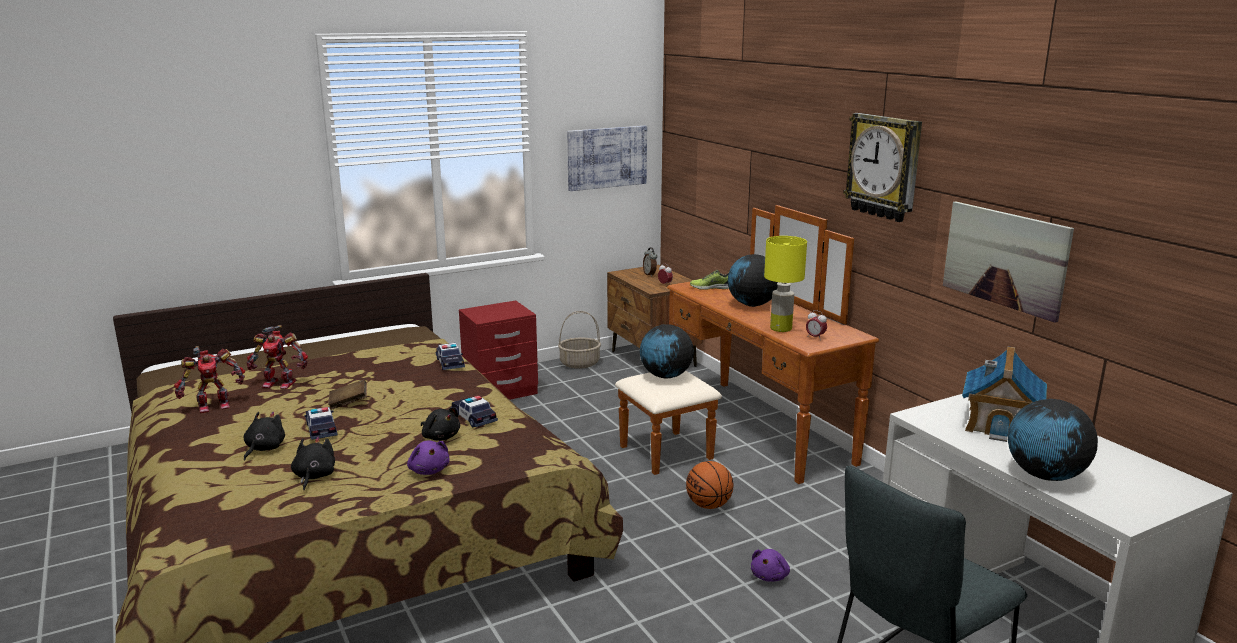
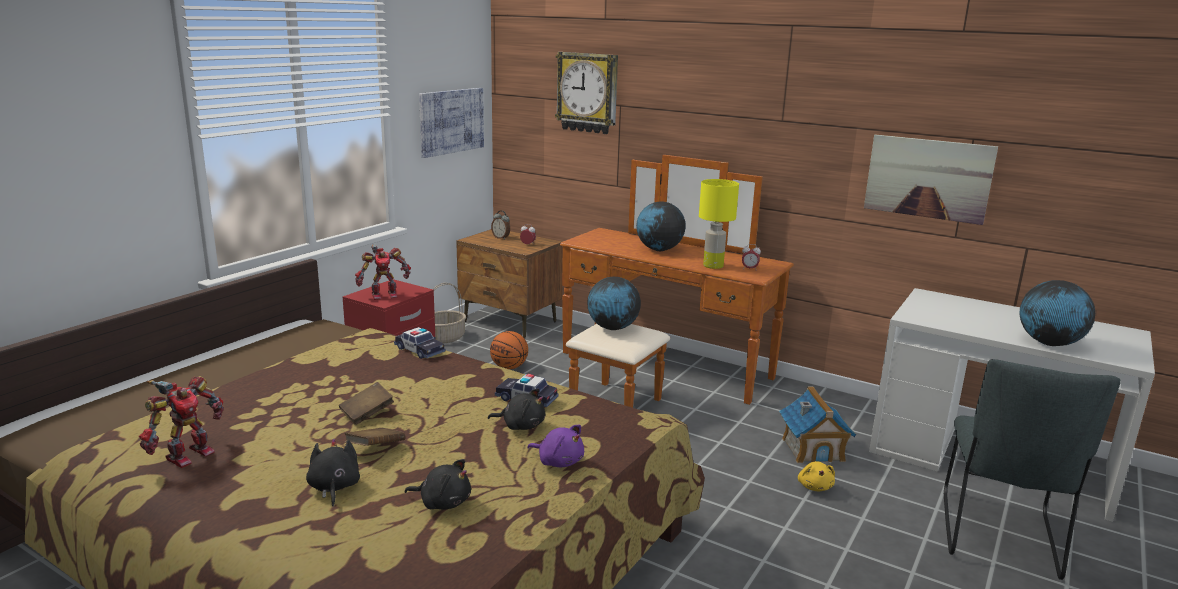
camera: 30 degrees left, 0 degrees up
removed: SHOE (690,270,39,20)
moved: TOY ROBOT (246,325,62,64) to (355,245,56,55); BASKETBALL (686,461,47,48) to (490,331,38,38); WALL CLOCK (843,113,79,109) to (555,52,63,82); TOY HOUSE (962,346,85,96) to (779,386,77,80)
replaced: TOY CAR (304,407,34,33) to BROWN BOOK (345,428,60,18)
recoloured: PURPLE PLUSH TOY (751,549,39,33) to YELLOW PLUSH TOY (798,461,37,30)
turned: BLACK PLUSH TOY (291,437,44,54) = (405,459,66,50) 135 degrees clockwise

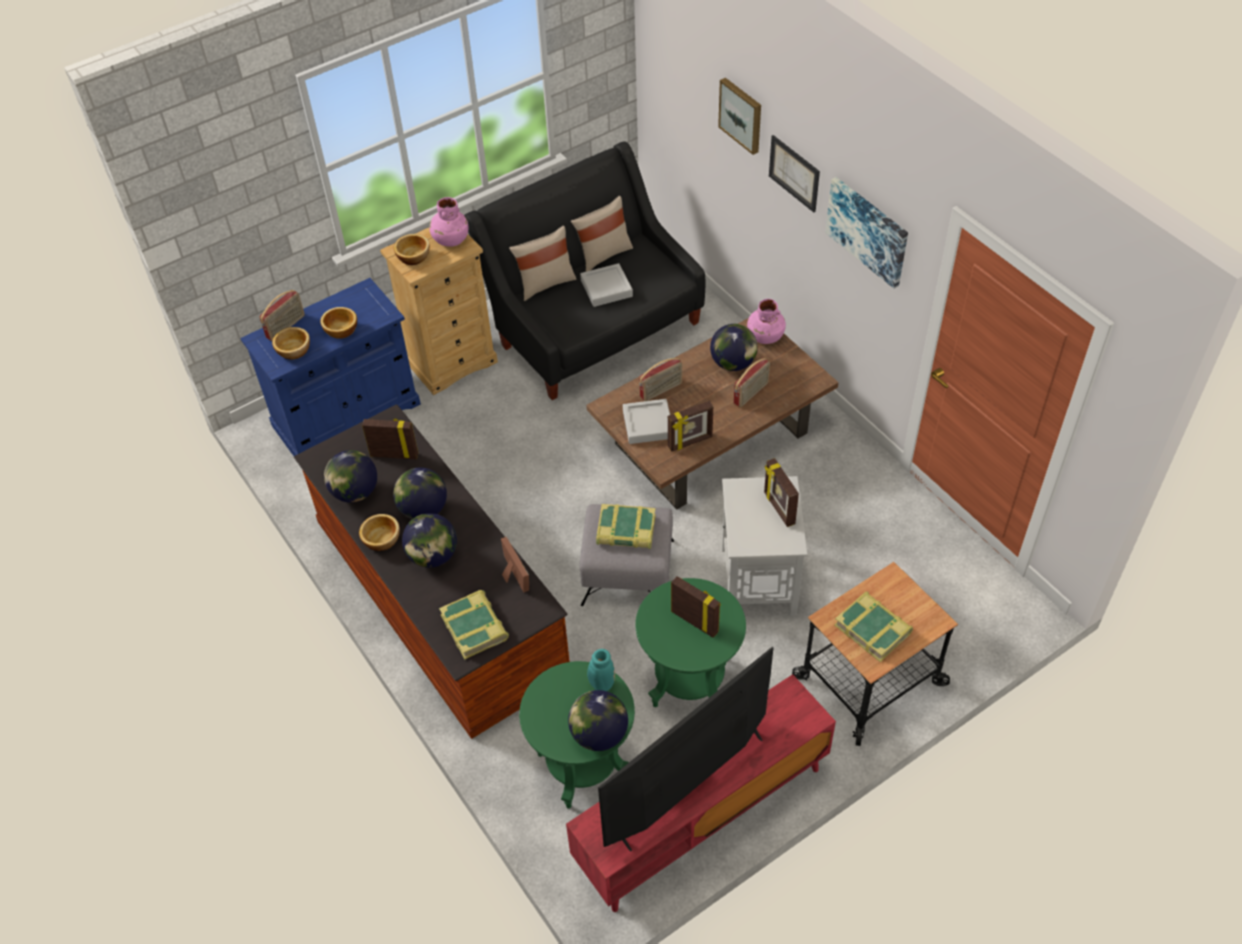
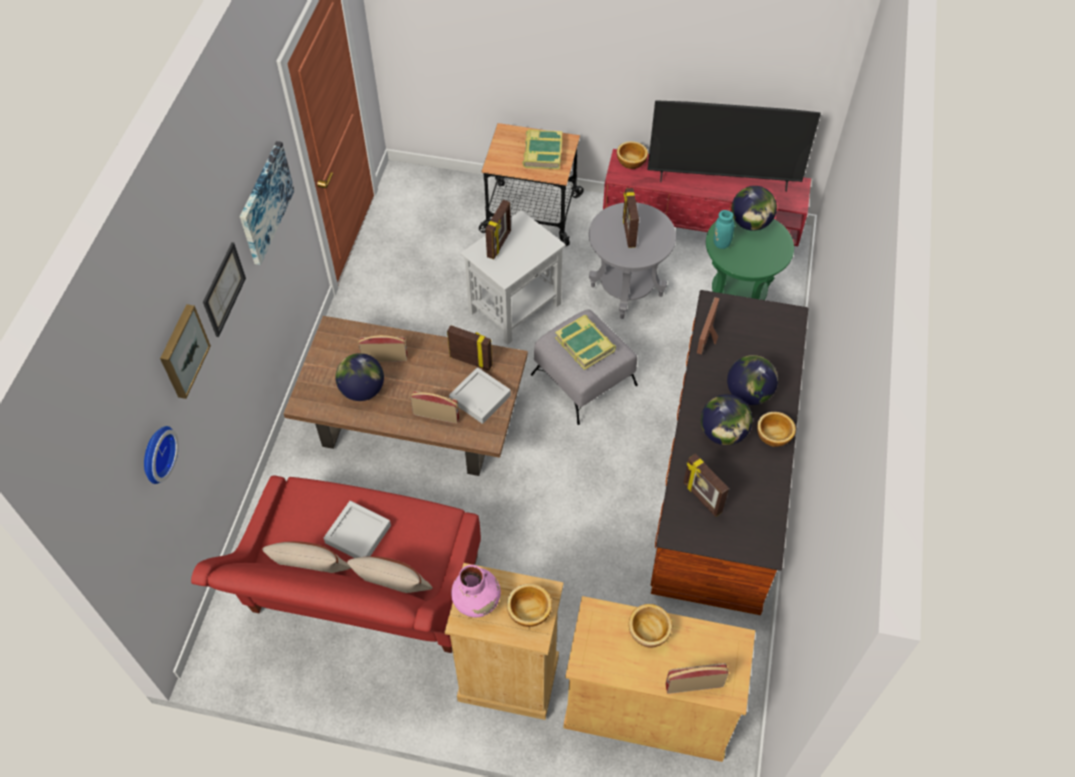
camera: 135 degrees left, 5 degrees up
removed: GLOBE (324,450,53,53); BOOK (439,590,70,70); PINK VASE (747,299,39,45)
added: WALL CLOCK (144,426,35,58)
moved: BOWL (272,327,38,32) to (617,141,31,28)
recoloured: BLACK SOFA (464,141,241,259) to RED SOFA (191,475,290,178); BLUE CABINET (240,278,181,178) to BEIGE CABINET (563,596,192,166); GREEN SIDE TABLE (635,578,111,129) to GREY SIDE TABLE (589,203,87,116)

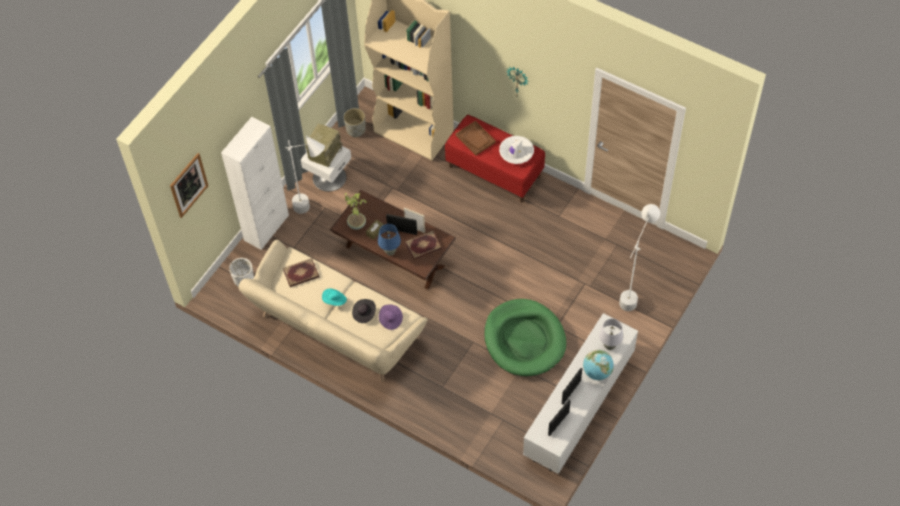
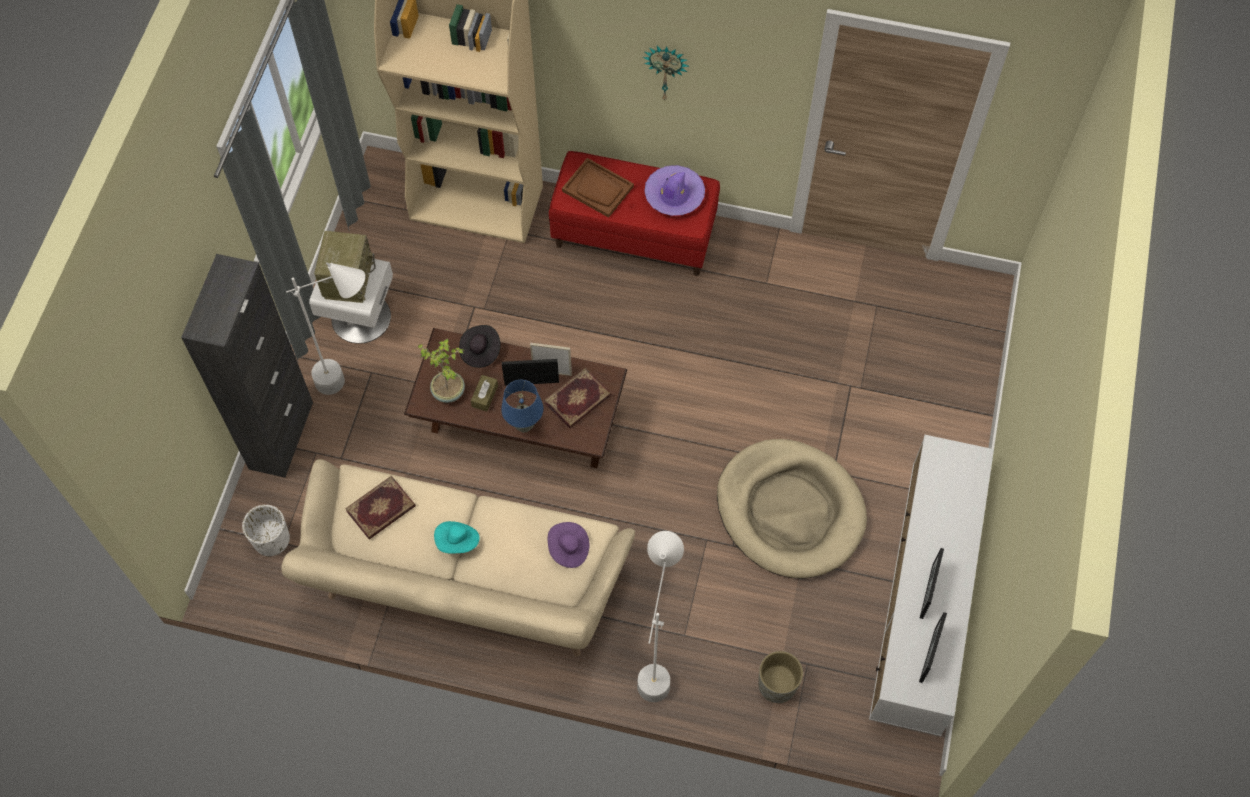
camera: 20 degrees left, 5 degrees up
removed: PICTURE (170,153,38,65); GLOBE (583,350,31,30); GREY TABLE LAMP (599,319,24,31)
moved: BLACK HAT (352,299,24,24) to (459,325,41,43); WHITE FLOOR LAMP (619,204,41,107) to (637,531,47,171); GREY PLANTER (344,108,21,30) to (758,651,45,52)
recoloured: WHITE CABINET (221,117,68,133) to BLACK CABINET (181,254,132,224); WHITE HAT (499,136,35,28) to PURPLE HAT (644,165,61,51); GREEN DOG BED (484,299,82,77) to BEIGE DOG BED (717,439,150,140)

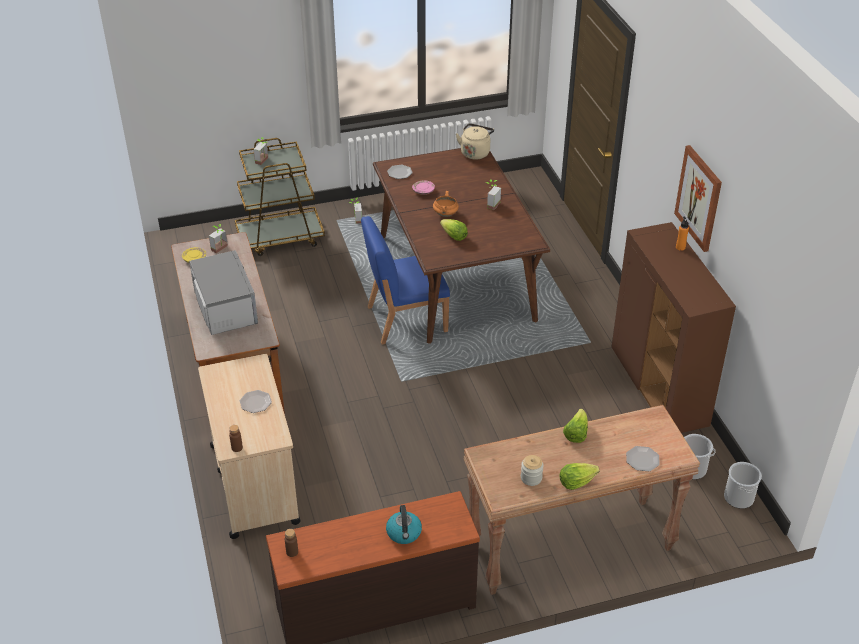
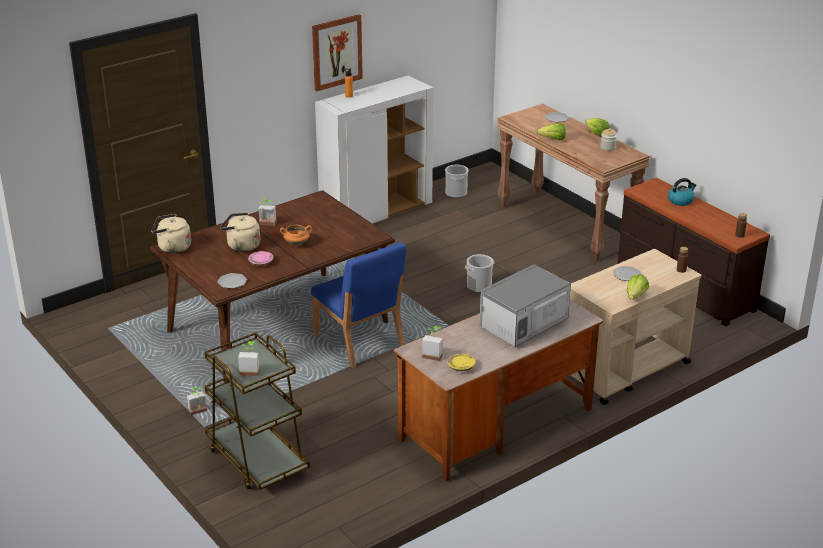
camera: 110 degrees left, 10 degrees down
added: BEIGE KETTLE (220,213,40,39)
moved: BUCKET (724,462,38,47) to (465,254,30,39); LETTUCE (440,219,28,22) to (627,274,22,26)
recoloured: BROWN CABINET (611,222,125,211) to WHITE CABINET (315,76,118,148)

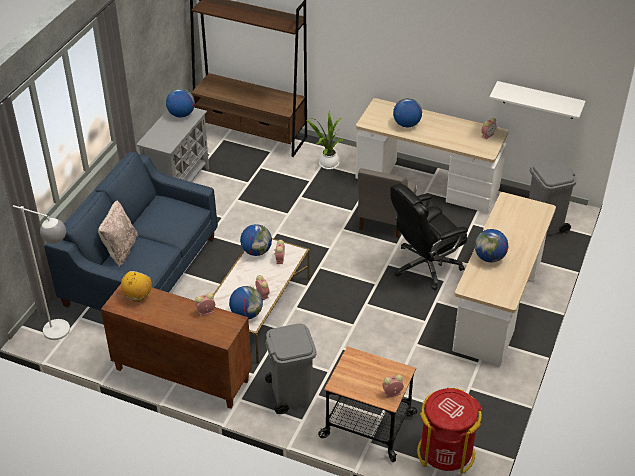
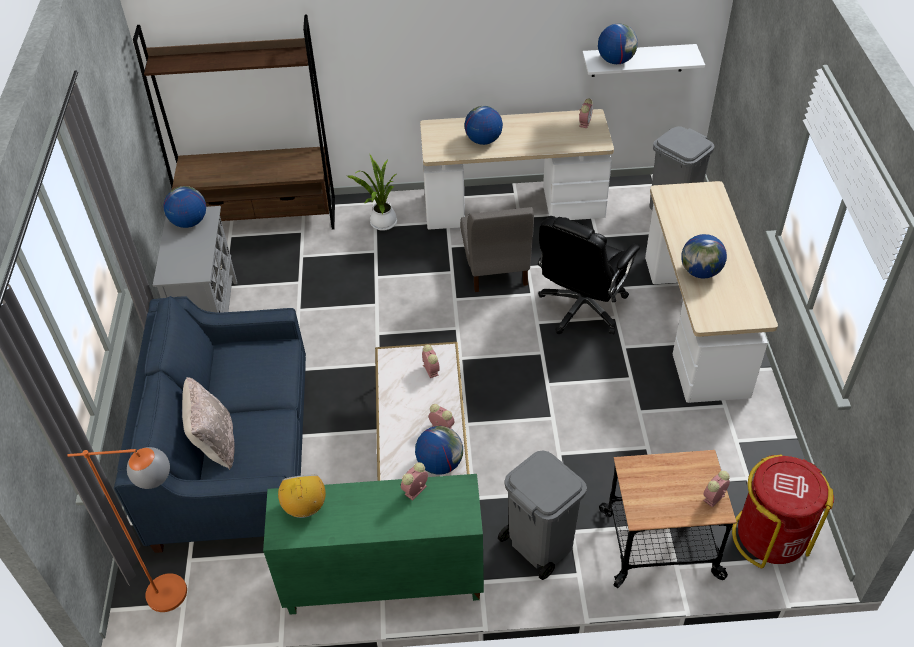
camera: 25 degrees left, 5 degrees up
moved: GLOBE (240,224,32,32) to (598,23,40,41)
recoloured: WHITE FLOOR LAMP (13,205,57,135) to ORANGE FLOOR LAMP (68,447,119,165); BROWN CABINET (101,284,151,125) to GREEN CABINET (263,474,221,141)

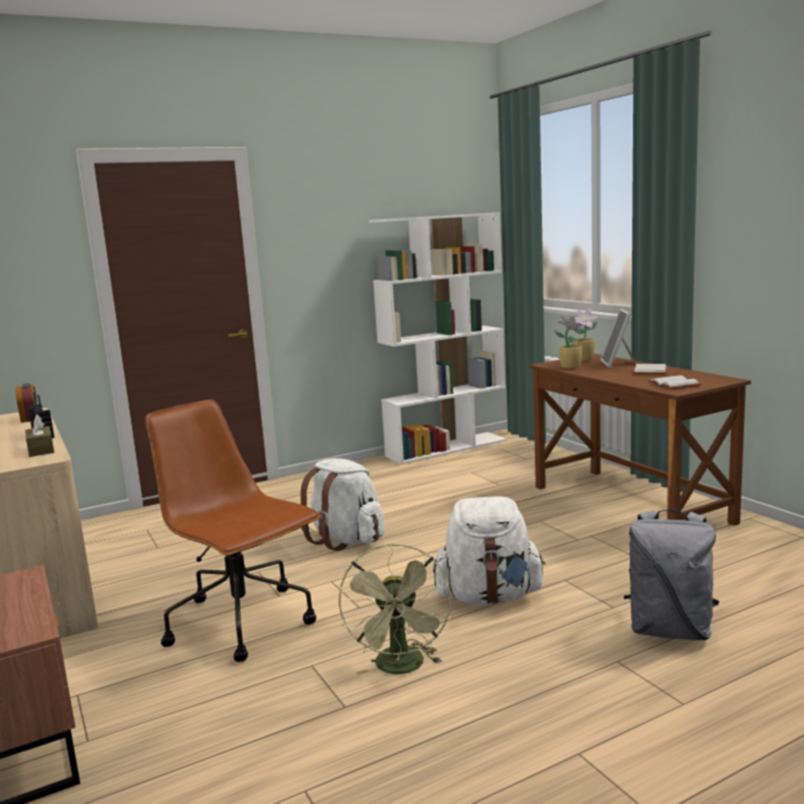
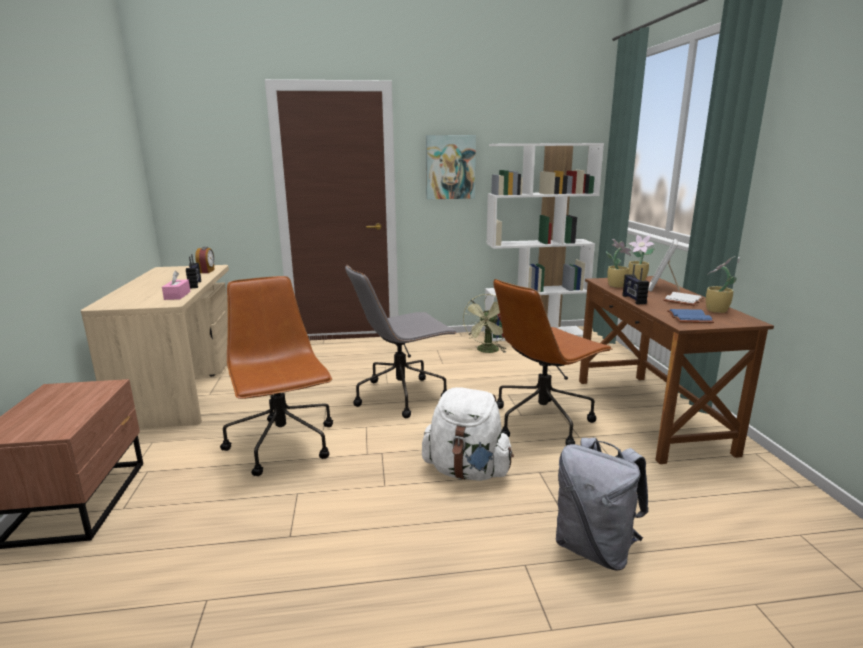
camera: 20 degrees right, 5 degrees up
added: PICTURE (426,135,50,64); BROWN OFFICE CHAIR (493,279,119,167); RADIO (623,264,26,40); POTTED PLANT (706,256,31,57)
moved: GREEN FAN (339,543,112,132) to (462,294,44,59)
replaced: WHITE BACKPACK (301,458,83,93) to GREY OFFICE CHAIR (345,265,113,153)
recoloured: BROWN TISSUE BOX (25,415,29,42) to PINK TISSUE BOX (162,271,29,29); WHITE BOOK (648,375,53,14) to BLUE BOOK (667,309,47,14)

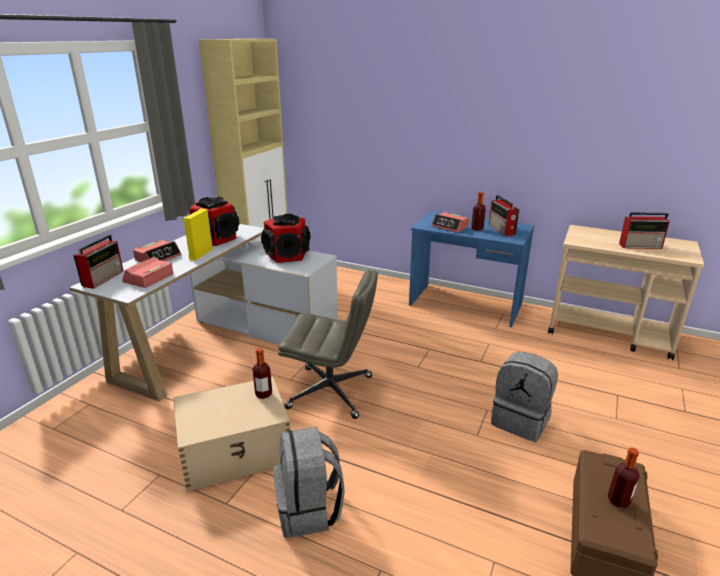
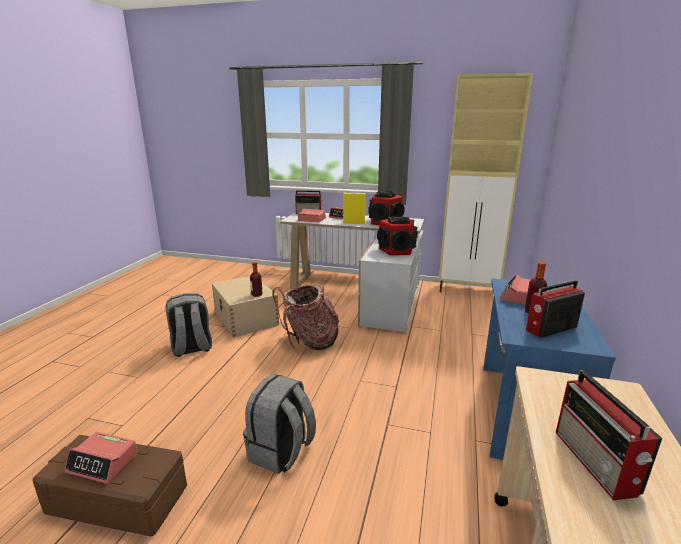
camera: 80 degrees right, 5 degrees down
replaced: BOTTLE (608,448,32,60) to ALARM CLOCK (65,432,73,52); GREY OFFICE CHAIR (278,269,100,150) to BACKPACK (272,284,67,66)

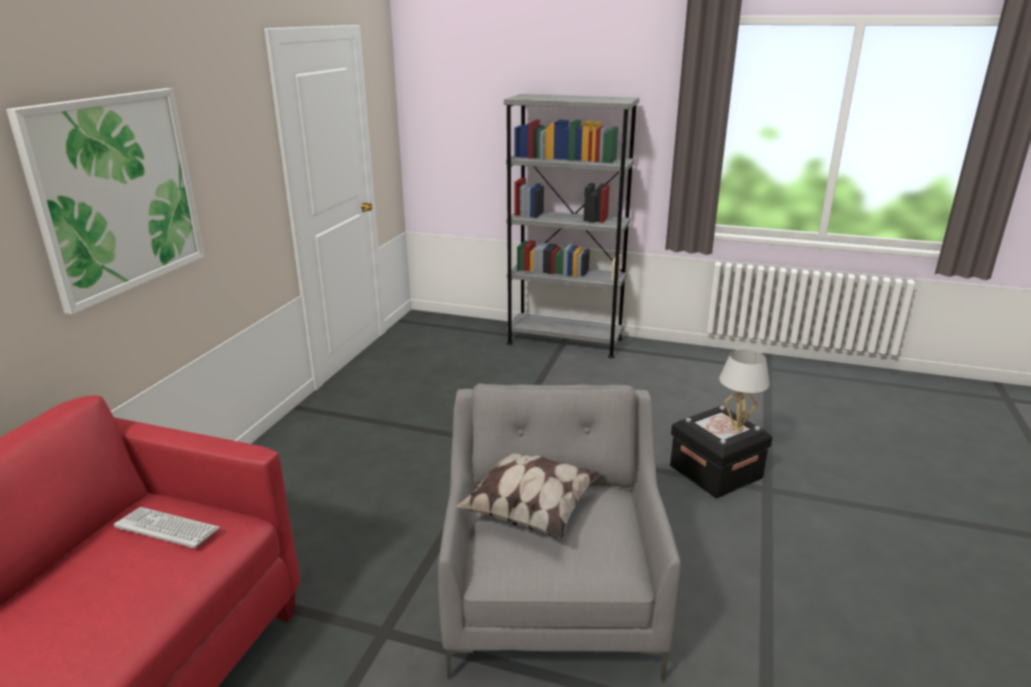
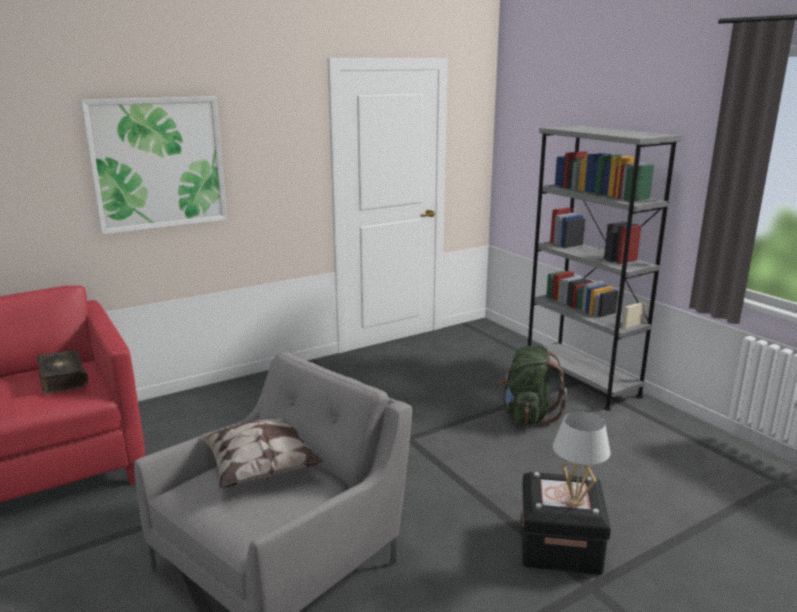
camera: 40 degrees right, 5 degrees down
added: GREEN BACKPACK (498,345,69,79)
replaced: KEYBOARD (114,507,106,41) to BOOK (37,350,51,44)

